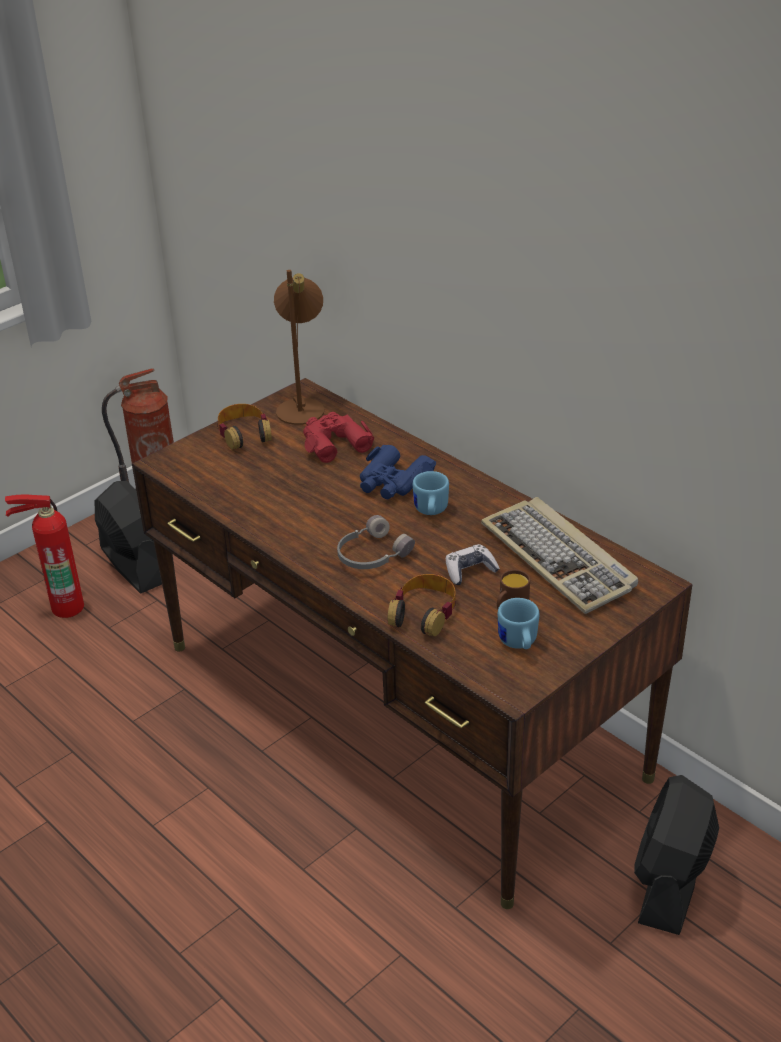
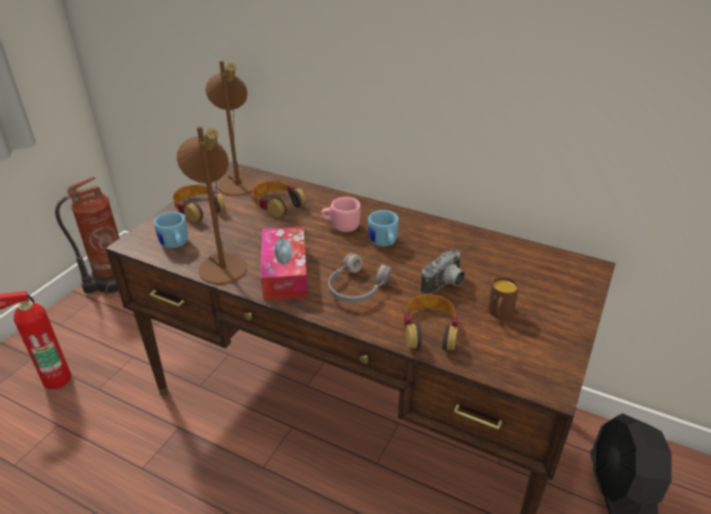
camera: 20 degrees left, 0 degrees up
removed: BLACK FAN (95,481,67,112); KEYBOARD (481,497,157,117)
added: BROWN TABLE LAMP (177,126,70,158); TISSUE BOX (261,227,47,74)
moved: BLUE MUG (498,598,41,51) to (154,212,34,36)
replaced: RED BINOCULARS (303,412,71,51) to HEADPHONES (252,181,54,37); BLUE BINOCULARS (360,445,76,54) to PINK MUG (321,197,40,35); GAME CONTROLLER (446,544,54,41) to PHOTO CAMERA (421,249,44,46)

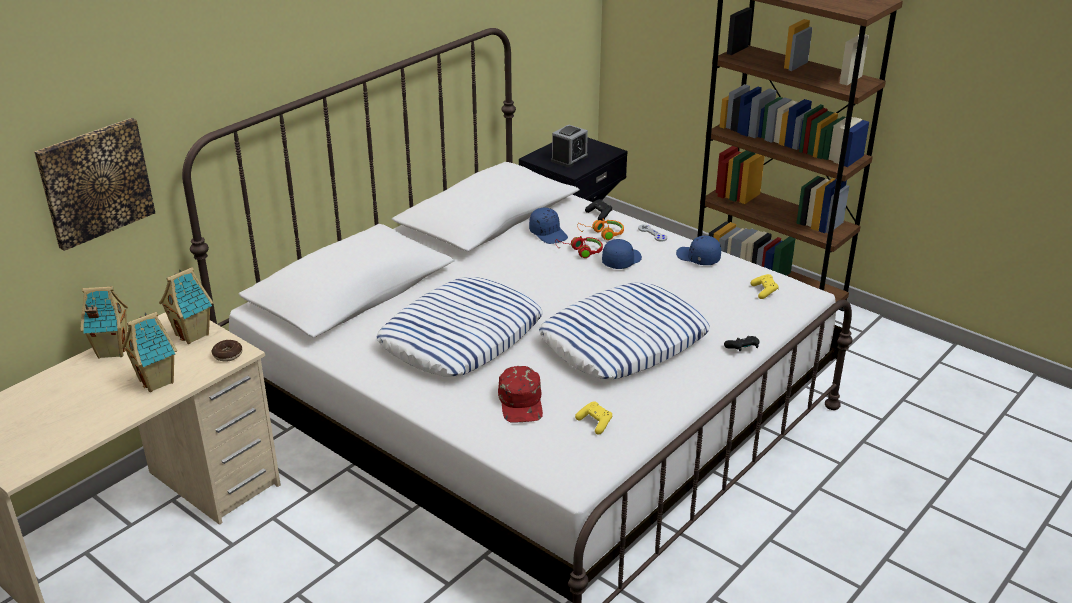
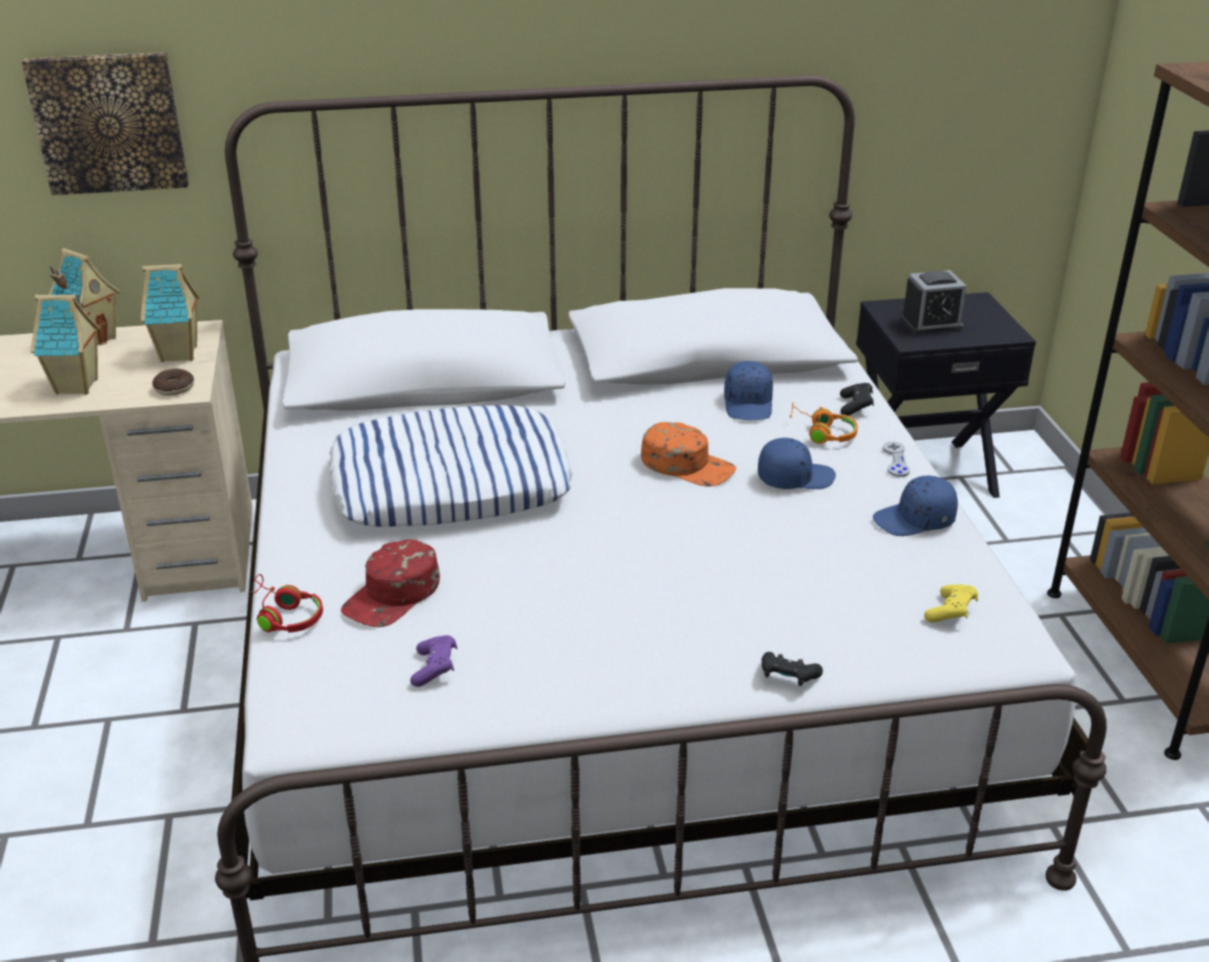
camera: 40 degrees right, 0 degrees up
removed: PILLOW (539,282,171,97)
added: ORANGE CAP (641,422,95,65)
moved: RED HEADPHONES (555,236,48,22) to (250,574,73,59)
recoloured: YELLOW GAME CONTROLLER (575,401,37,34) to PURPLE GAME CONTROLLER (410,635,47,52)
turned: BLUE CAP (676,236,45,29) = (873,476,85,60) 90 degrees counterclockwise

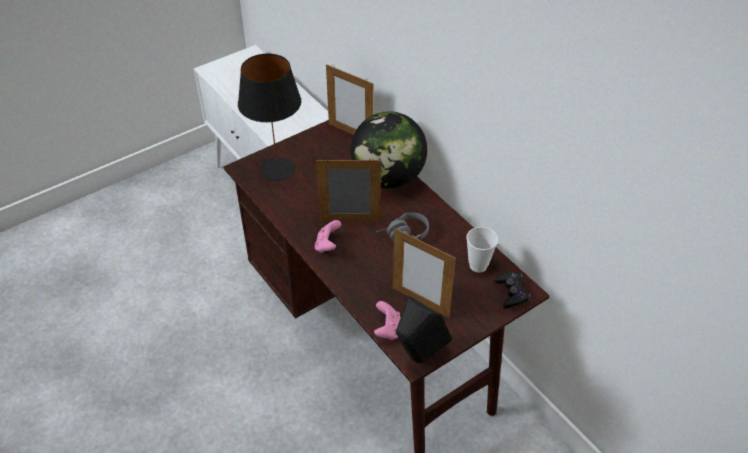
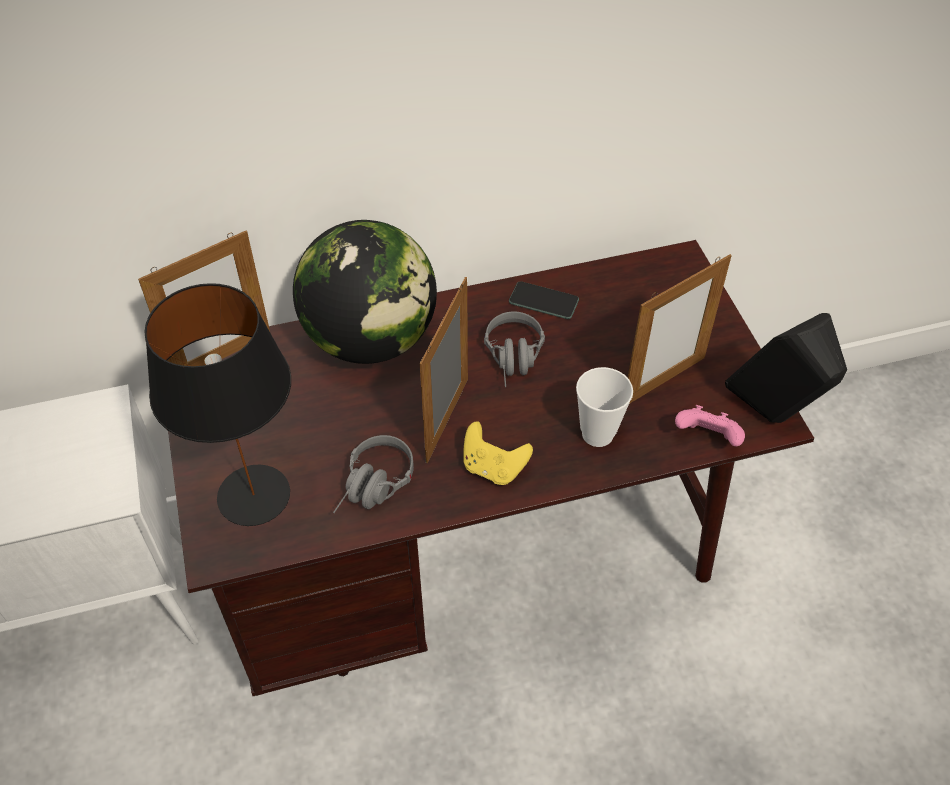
camera: 70 degrees left, 5 degrees up
removed: BLACK GAME CONTROLLER (494,272,37,37)
added: GREY HEADPHONES (333,435,81,78); PHONE (509,281,70,38)
moved: CUP (466,227,32,46) to (576,367,57,80)
recoloured: PINK GAME CONTROLLER (315,220,26,33) to YELLOW GAME CONTROLLER (463,421,70,64)

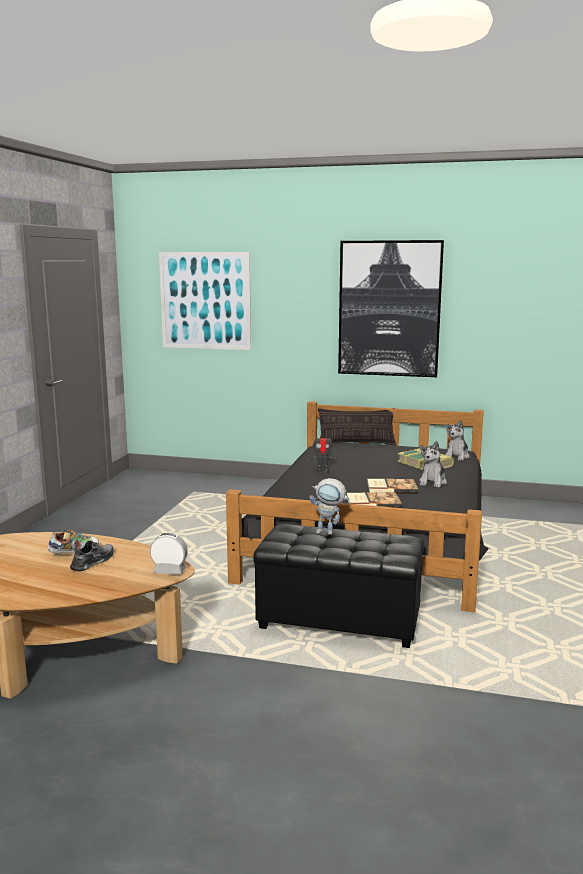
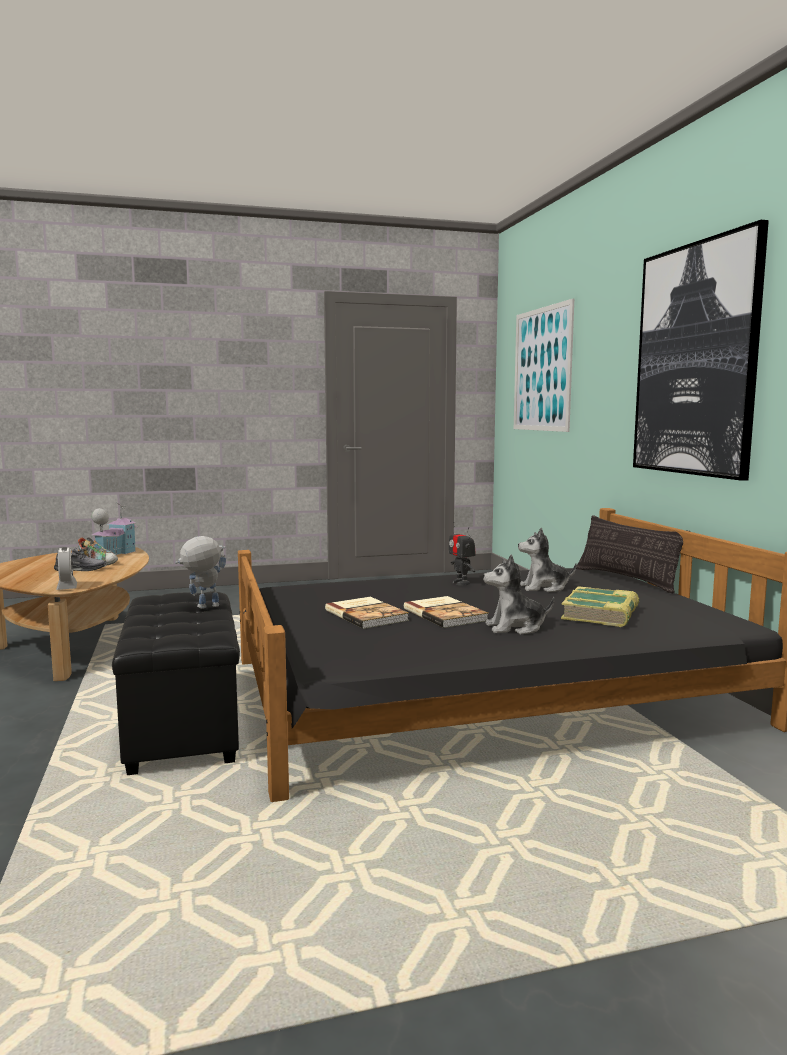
camera: 60 degrees right, 5 degrees down
added: TOY HOUSE (92,503,45,52)
moved: PLUSH TOY (445,420,25,41) to (518,528,59,64)
turned: TOY ROBOT (309,478,41,57) = (175,536,51,73) 75 degrees clockwise

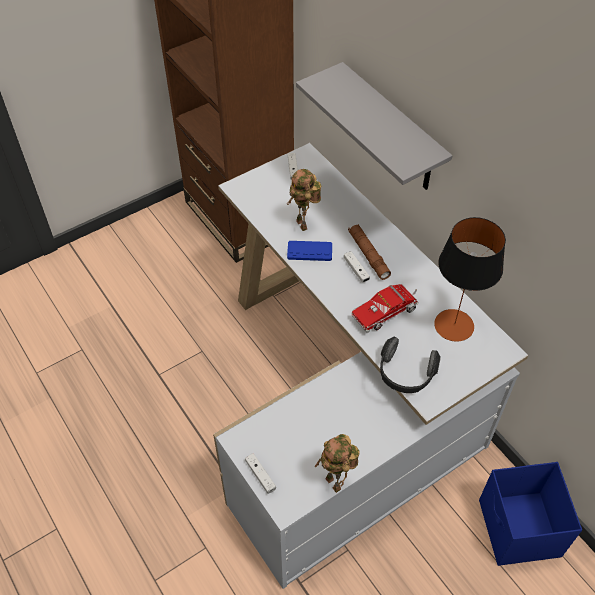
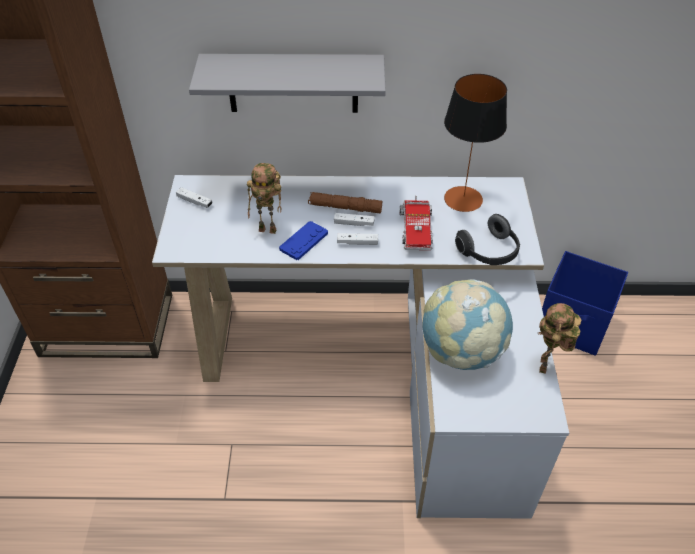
camera: 55 degrees left, 5 degrees down
added: GLOBE (422,279,91,91)
moved: WHITE GAME CONTROLLER (245,453,31,41) to (337,233,41,12)
turned: TOY ROBOT (314,434,45,59) = (538,303,43,71) 105 degrees clockwise

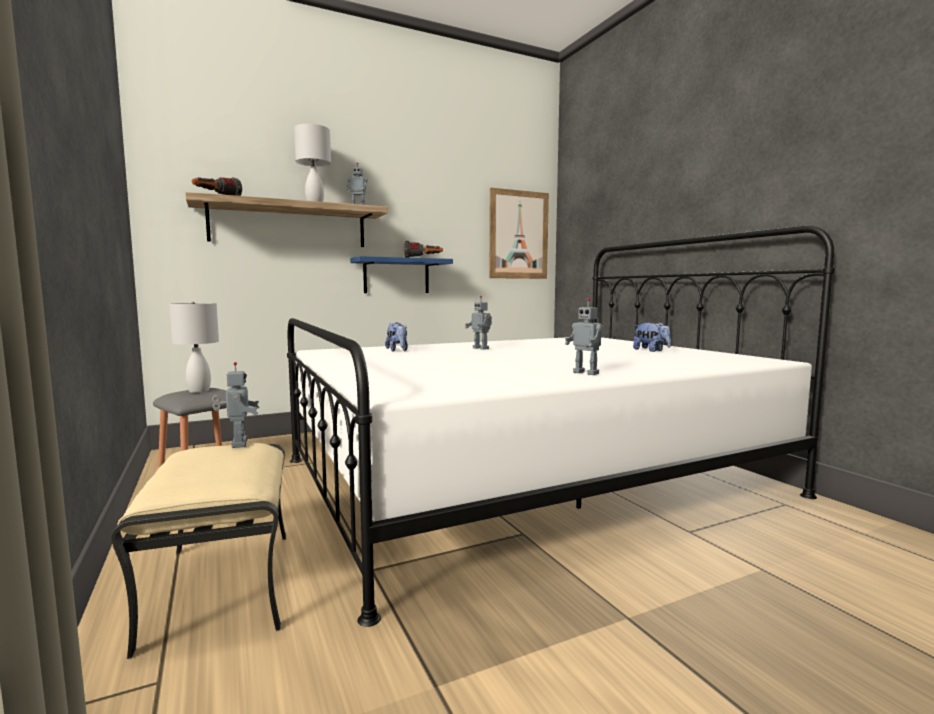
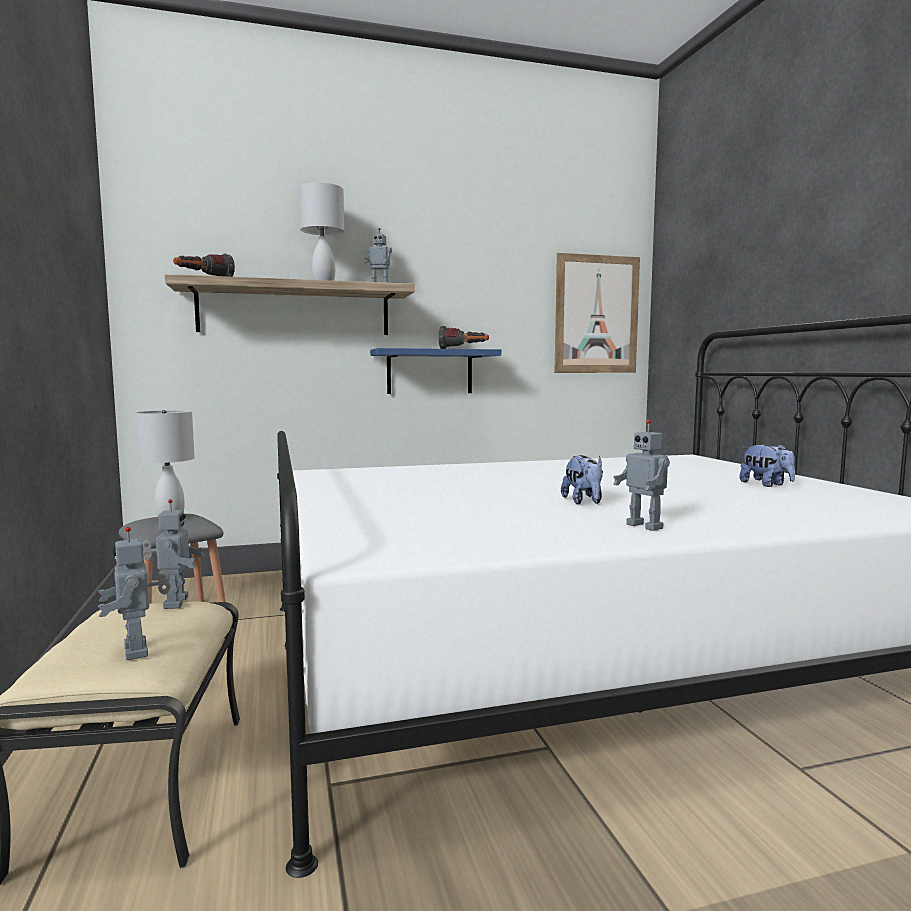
camera: 10 degrees right, 0 degrees up
moved: TOY ROBOT (465,296,27,54) to (98,527,72,133); PLUSH TOY (385,323,23,29) to (561,455,42,50)

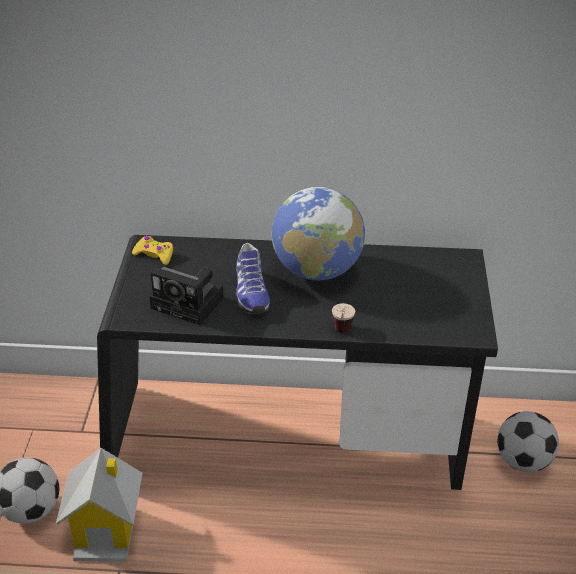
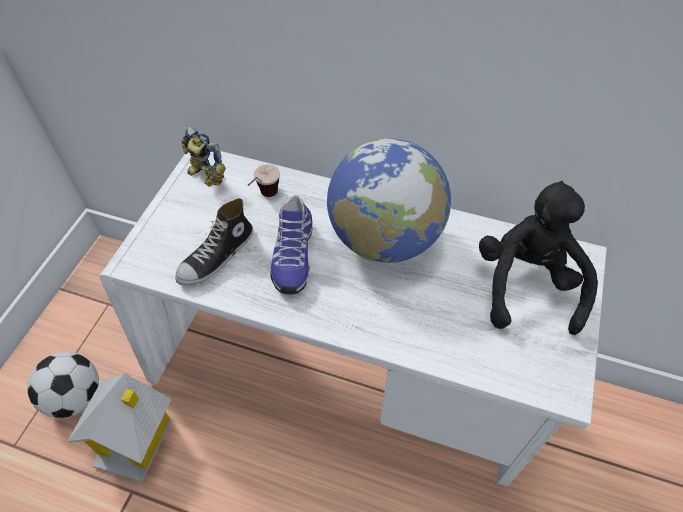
camera: 15 degrees right, 15 degrees up
removed: FOOTBALL (497,411,62,61)
added: BLACK PLUSH TOY (479,181,119,154)
moved: CUP (332,303,23,30) to (248,164,32,33)
replaced: PHOTO CAMERA (150,267,74,58) to SHOE (175,198,78,88); YELLOW GAME CONTROLLER (132,236,41,29) to TOY ROBOT (181,126,45,61)
recoloured: BLACK DESK (97,235,401,255) to WHITE DESK (99,150,508,337)

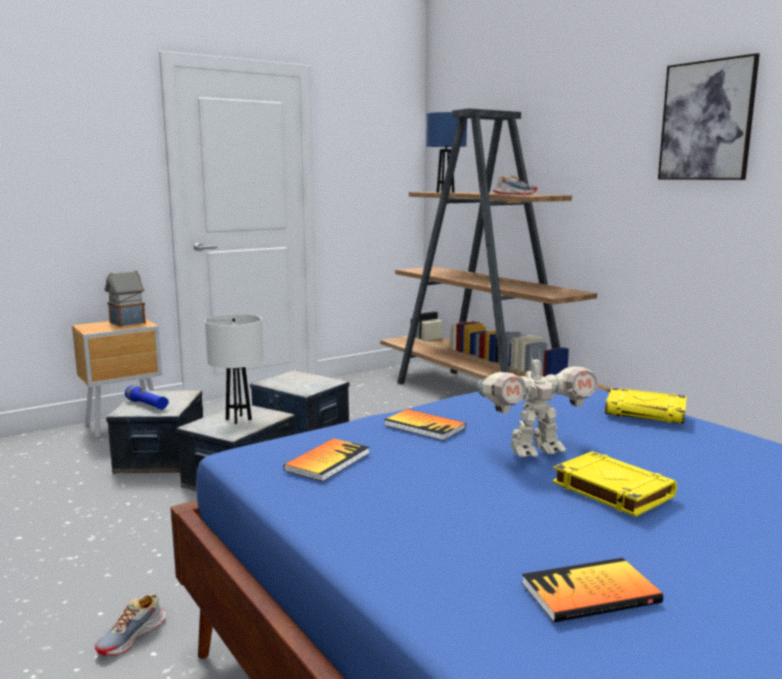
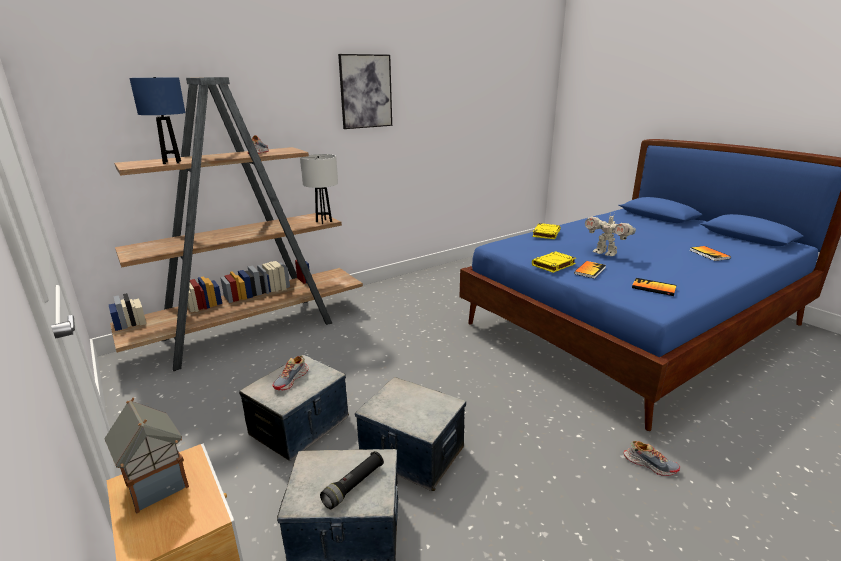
camera: 90 degrees left, 10 degrees up
added: SHOE (272,355,37,35)
moved: WHITE TABLE LAMP (205,314,58,110) to (300,154,38,70); YELLOW BOOK (552,451,125,66) to (532,251,44,22)
recoloured: BLUE FLASHLIGHT (125,385,44,25) to BLACK FLASHLIGHT (320,451,64,58)
turned: TOY ROBOT (477,349,121,108) = (585,211,51,45) 150 degrees clockwise

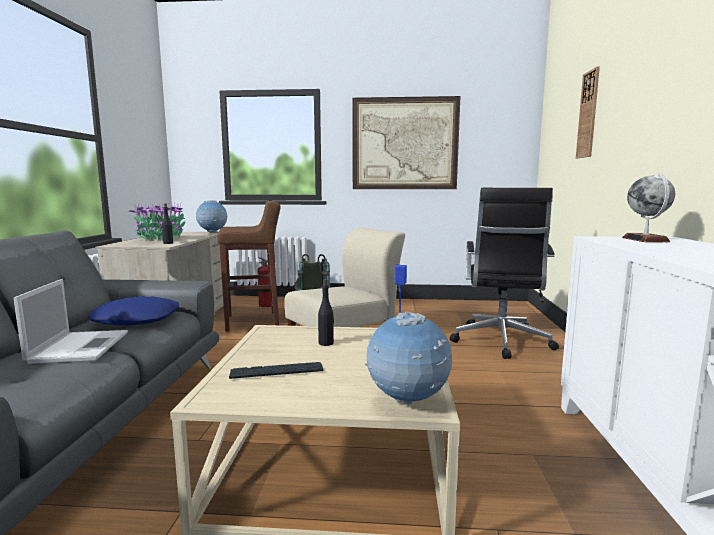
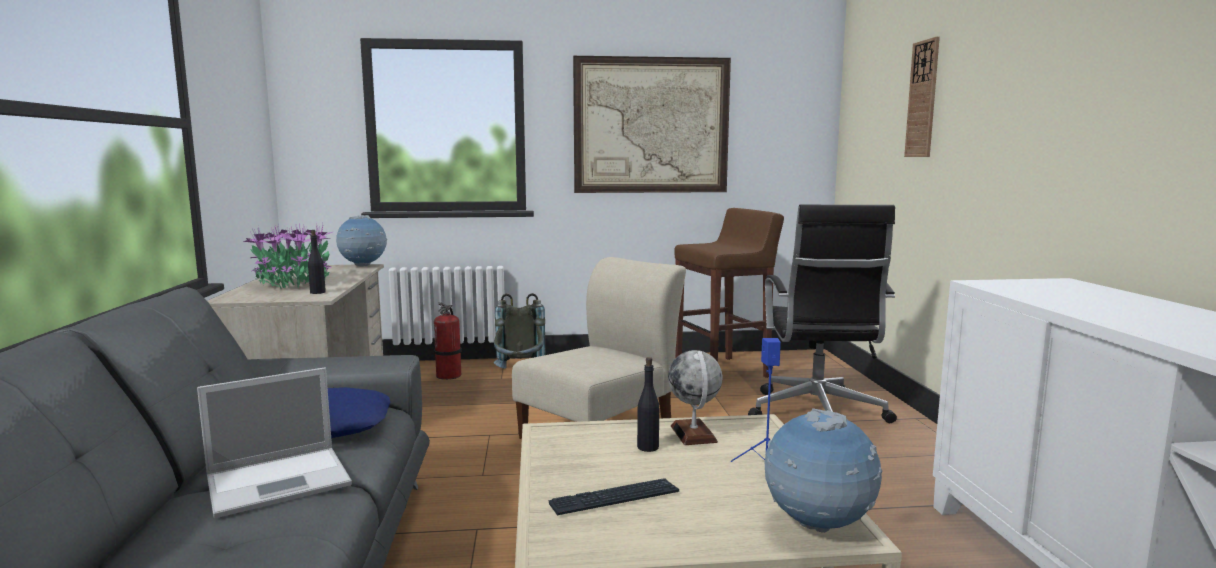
camera: 10 degrees left, 0 degrees up
moved: GLOBE (622,173,53,69) to (668,350,54,95); BROWN STOOL (217,200,64,132) to (674,208,110,170)
turned: LAPTOP (13,279,115,85) = (197,367,155,151) 75 degrees clockwise

